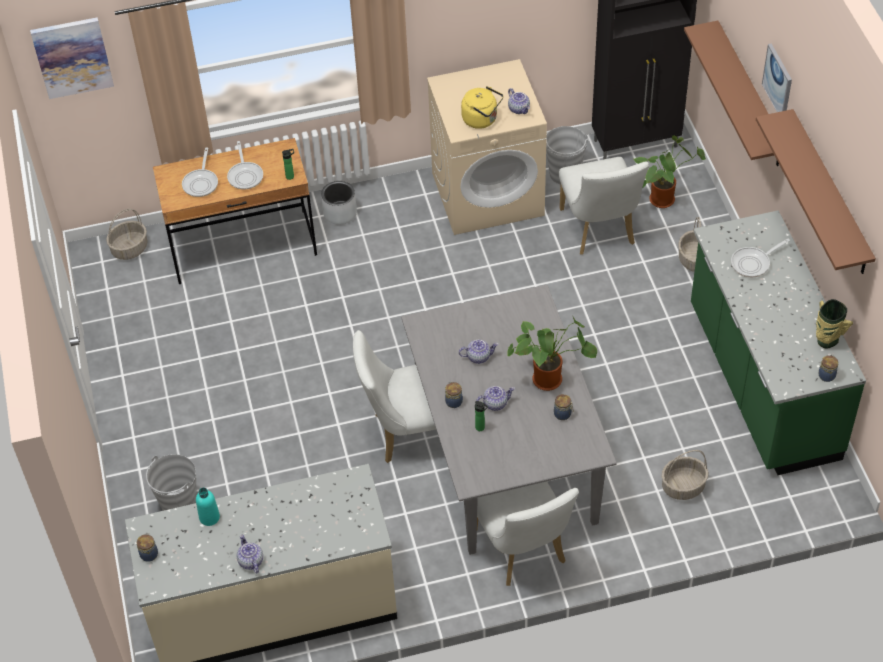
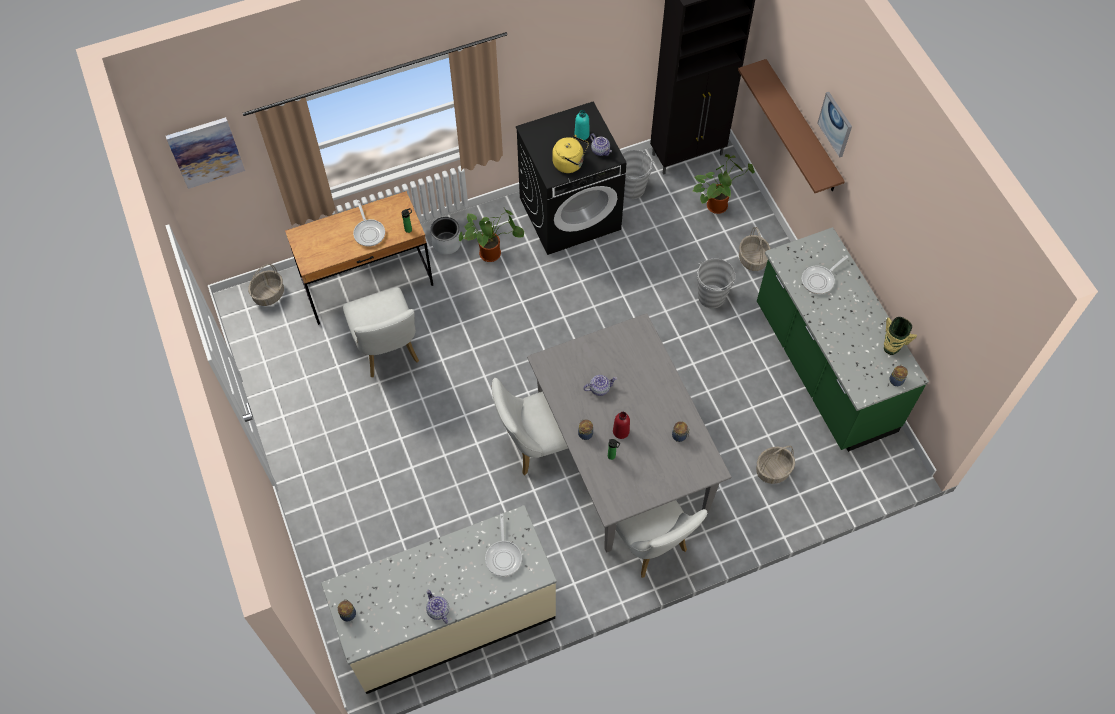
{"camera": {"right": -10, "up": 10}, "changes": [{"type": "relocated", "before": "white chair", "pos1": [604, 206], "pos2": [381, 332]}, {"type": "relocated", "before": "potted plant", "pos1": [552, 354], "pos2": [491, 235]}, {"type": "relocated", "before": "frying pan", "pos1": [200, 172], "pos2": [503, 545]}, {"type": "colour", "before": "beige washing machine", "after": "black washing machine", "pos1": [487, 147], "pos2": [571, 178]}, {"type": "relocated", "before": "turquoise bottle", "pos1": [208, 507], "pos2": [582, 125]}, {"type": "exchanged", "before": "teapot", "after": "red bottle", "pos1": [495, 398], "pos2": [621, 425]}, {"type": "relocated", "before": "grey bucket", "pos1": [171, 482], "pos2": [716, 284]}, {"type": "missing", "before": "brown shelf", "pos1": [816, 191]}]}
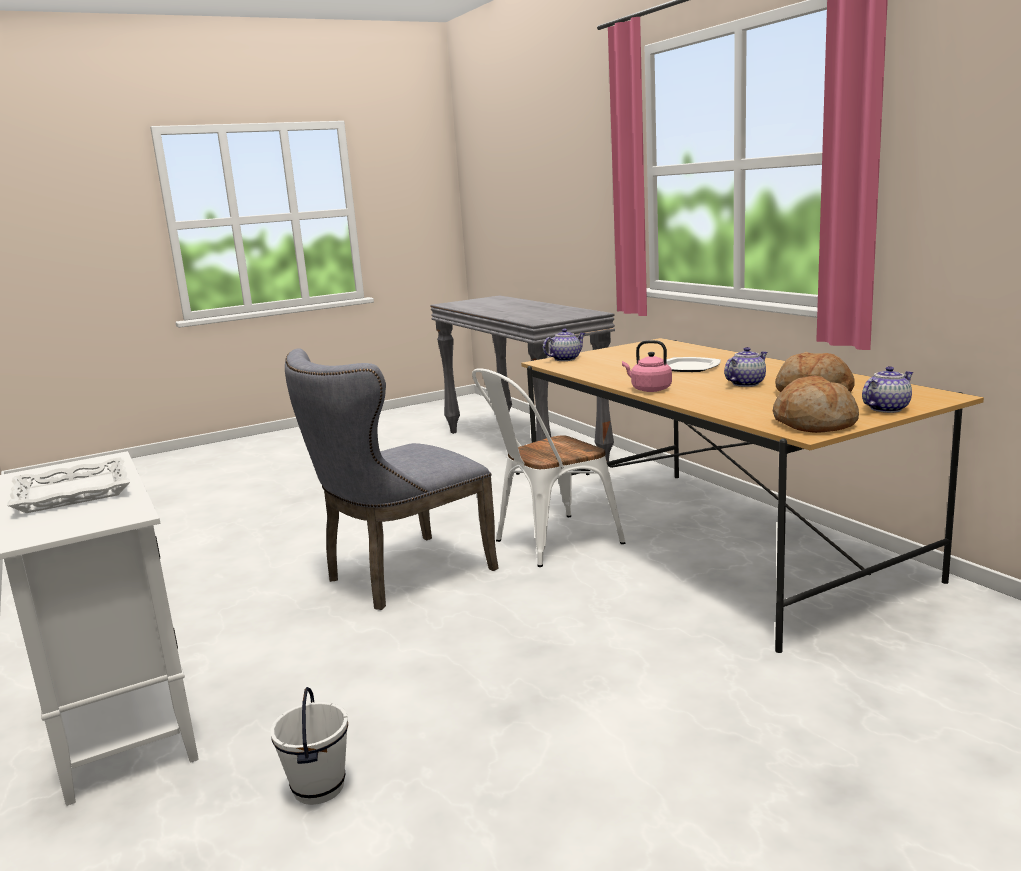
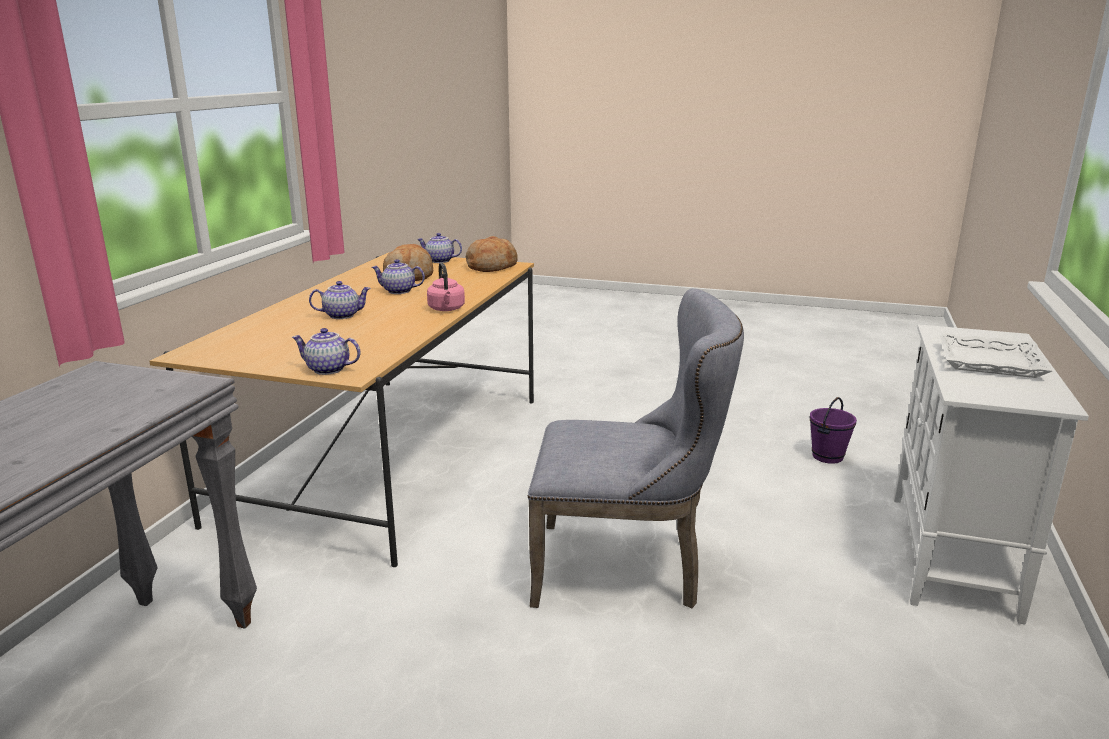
{"camera": {"right": -135, "up": 5}, "changes": [{"type": "exchanged", "before": "plate", "after": "teapot", "pos1": [693, 364], "pos2": [340, 300]}, {"type": "colour", "before": "white bucket", "after": "purple bucket", "pos1": [309, 746], "pos2": [833, 430]}, {"type": "missing", "before": "white chair", "pos1": [548, 467]}]}
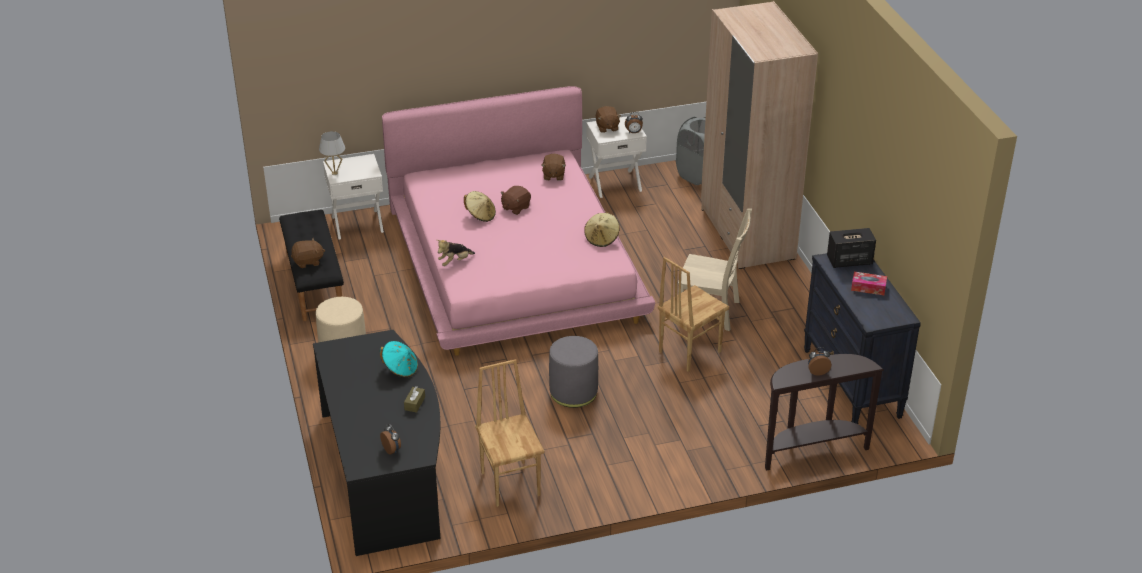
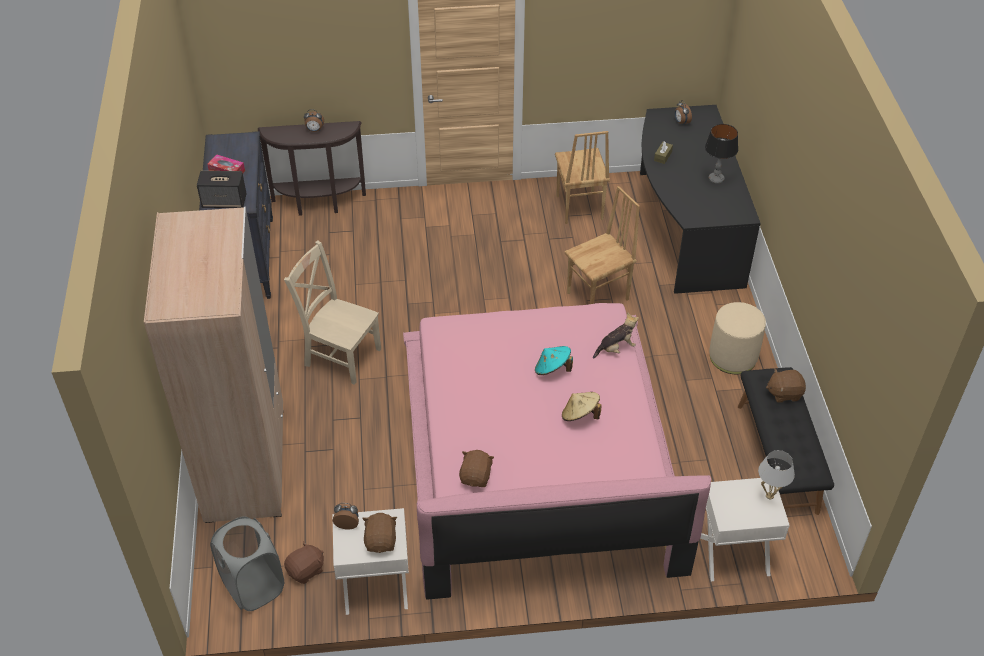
{"camera": {"right": -170, "up": 10}, "changes": [{"type": "relocated", "before": "brown plush toy", "pos1": [515, 200], "pos2": [304, 562]}, {"type": "relocated", "before": "turquoise hat", "pos1": [399, 359], "pos2": [554, 360]}, {"type": "relocated", "before": "brown chair", "pos1": [693, 314], "pos2": [602, 245]}, {"type": "appeared", "after": "table lamp", "pos2": [721, 154]}, {"type": "missing", "before": "grey ottoman", "pos1": [573, 372]}, {"type": "missing", "before": "beige hat", "pos1": [602, 229]}]}
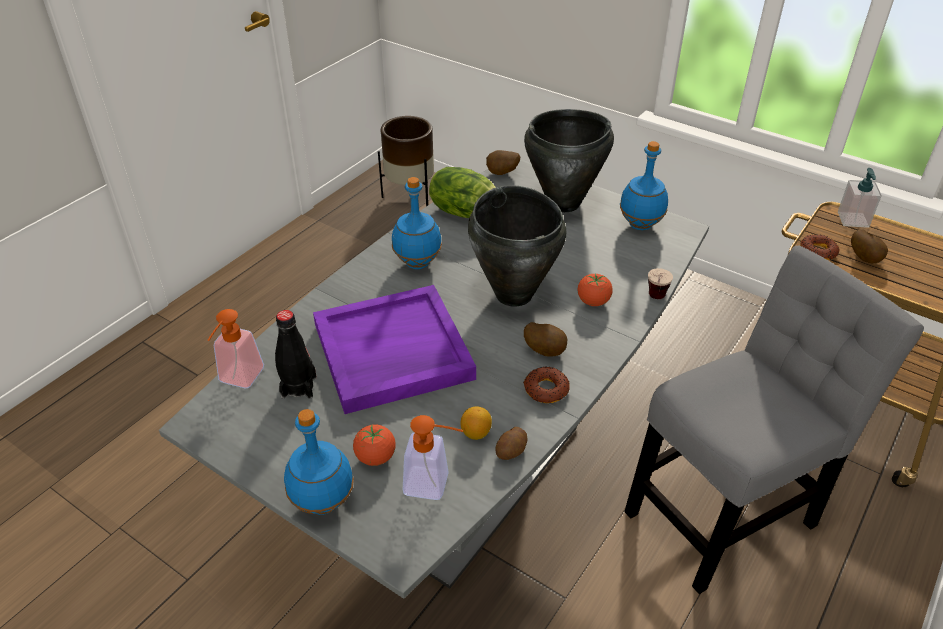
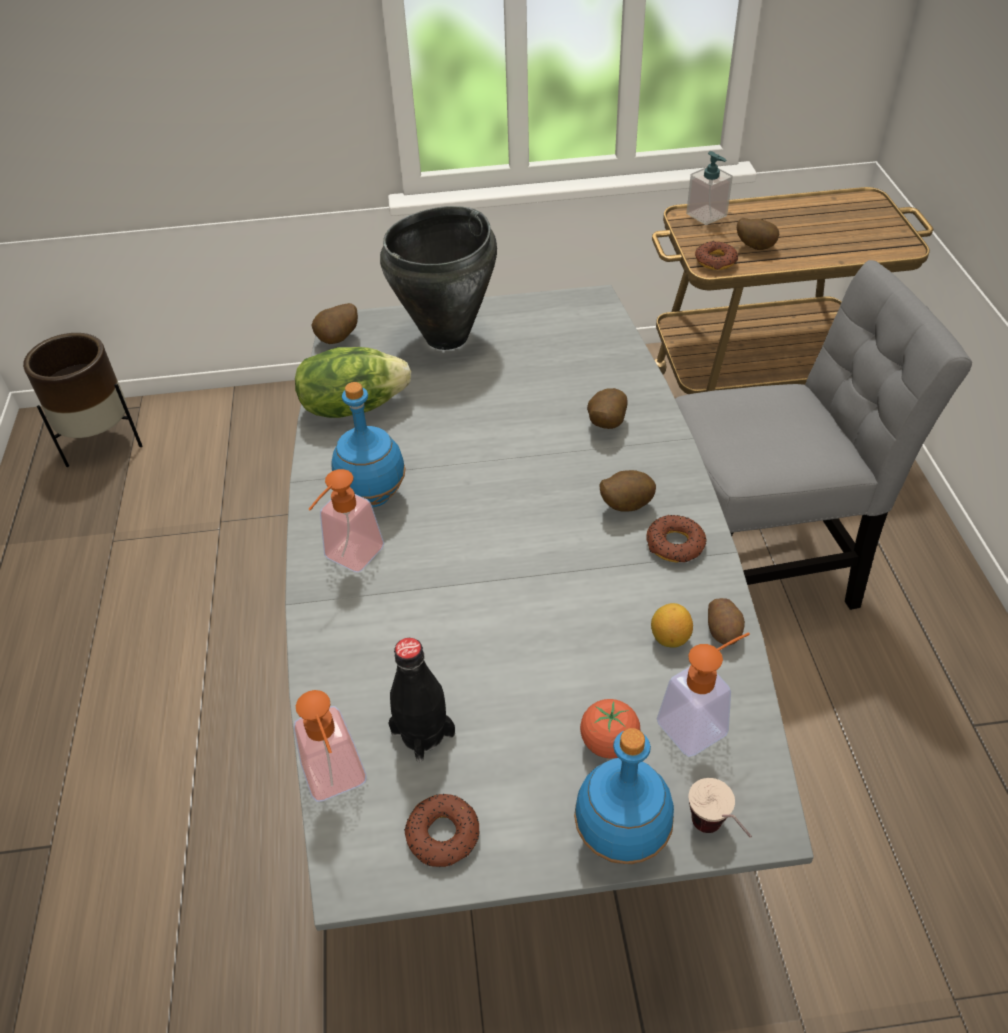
{"camera": {"right": -40, "up": 5}, "changes": [{"type": "appeared", "after": "soap dispenser", "pos2": [346, 521]}, {"type": "appeared", "after": "donut", "pos2": [441, 830]}, {"type": "exchanged", "before": "tomato", "after": "potato", "pos1": [595, 290], "pos2": [607, 408]}, {"type": "spun", "before": "grey chair", "pos1": [774, 419], "pos2": [823, 435], "turn": 60}, {"type": "relocated", "before": "cup", "pos1": [660, 283], "pos2": [720, 808]}, {"type": "missing", "before": "purple tray", "pos1": [394, 349]}, {"type": "missing", "before": "black cooking pot", "pos1": [517, 246]}, {"type": "missing", "before": "blue bottle", "pos1": [644, 185]}]}
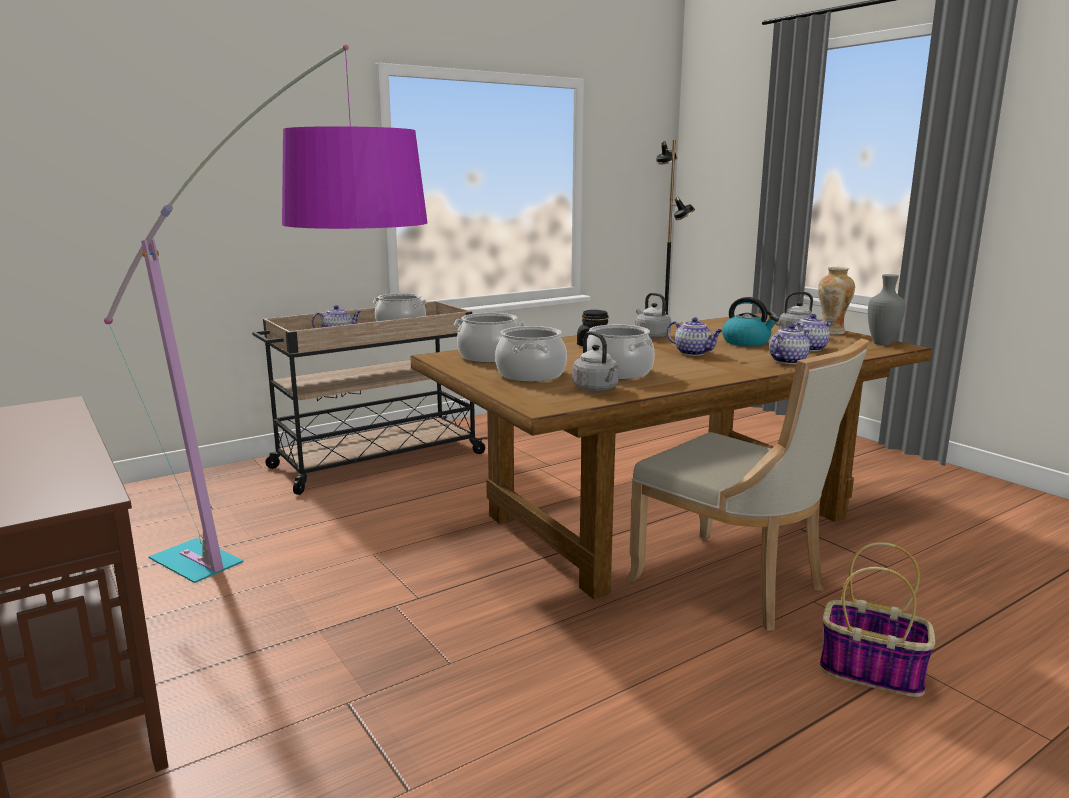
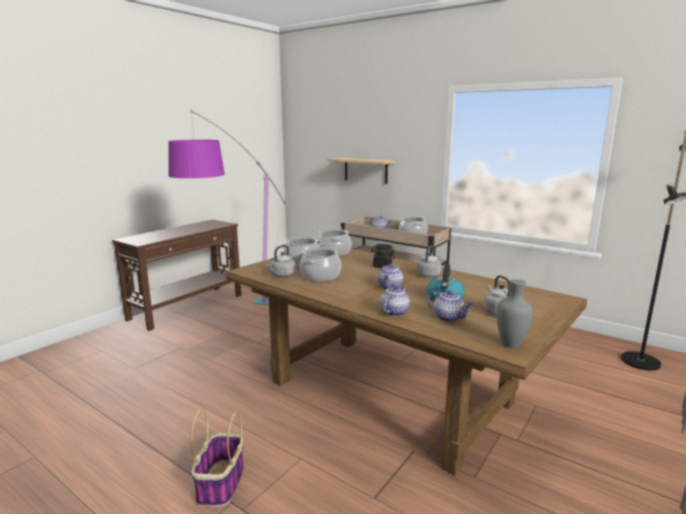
{"camera": {"right": 70, "up": 0}, "changes": [{"type": "appeared", "after": "shelf", "pos2": [361, 171]}, {"type": "spun", "before": "teapot", "pos1": [789, 344], "pos2": [395, 300], "turn": -90}, {"type": "missing", "before": "beige chair", "pos1": [748, 484]}, {"type": "missing", "before": "vase", "pos1": [836, 301]}]}
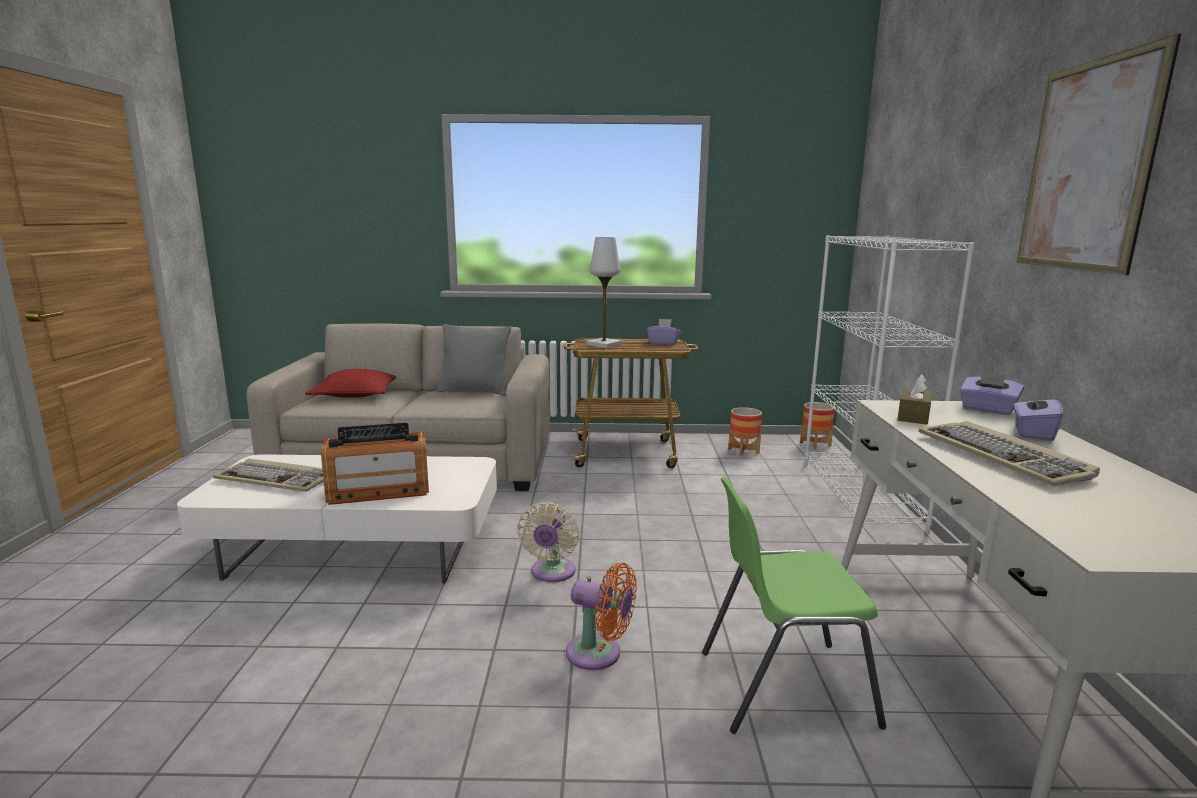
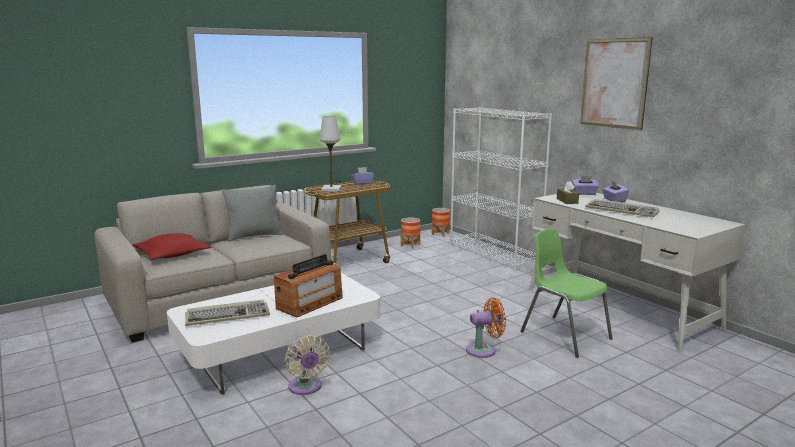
{"camera": {"right": -35, "up": 0}, "changes": [{"type": "relocated", "before": "beige fan", "pos1": [548, 542], "pos2": [307, 365]}, {"type": "spun", "before": "green chair", "pos1": [794, 605], "pos2": [566, 293], "turn": 90}]}
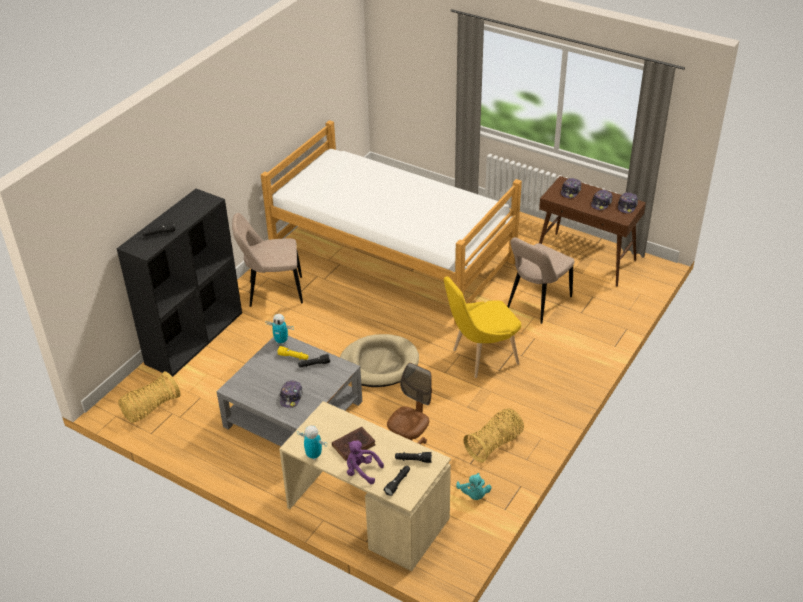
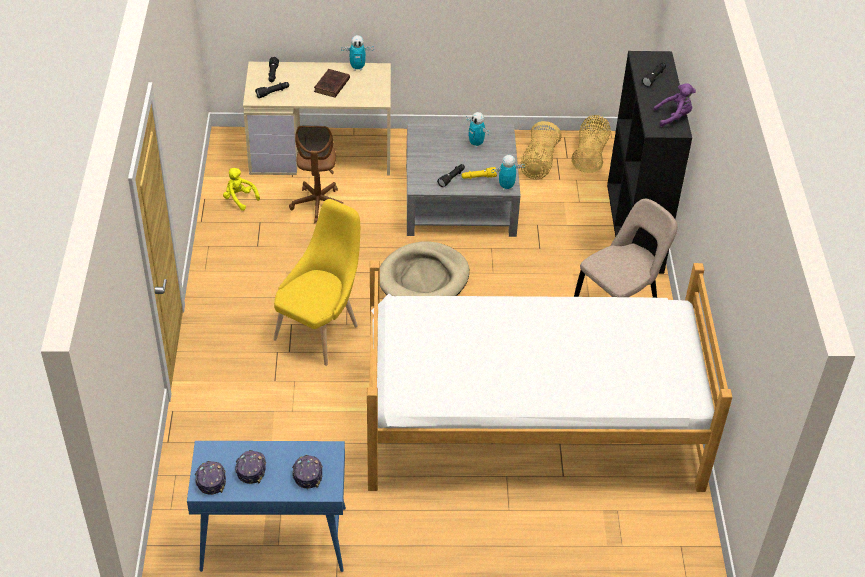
{"camera": {"right": 145, "up": 5}, "changes": [{"type": "colour", "before": "brown console table", "after": "blue console table", "pos1": [592, 231], "pos2": [266, 506]}, {"type": "colour", "before": "turquoise plush toy", "after": "yellow plush toy", "pos1": [473, 486], "pos2": [241, 189]}, {"type": "appeared", "after": "toy robot", "pos2": [477, 130]}, {"type": "relocated", "before": "basket", "pos1": [493, 435], "pos2": [541, 150]}, {"type": "relocated", "before": "purple plush toy", "pos1": [365, 462], "pos2": [674, 105]}, {"type": "missing", "before": "cap", "pos1": [291, 394]}, {"type": "missing", "before": "beige chair", "pos1": [541, 280]}]}
